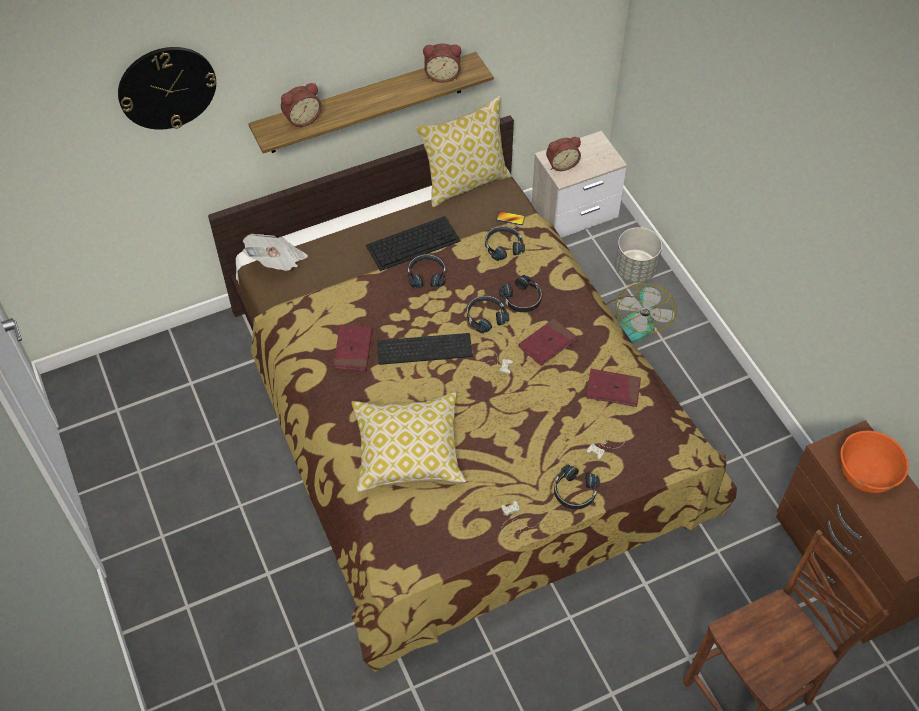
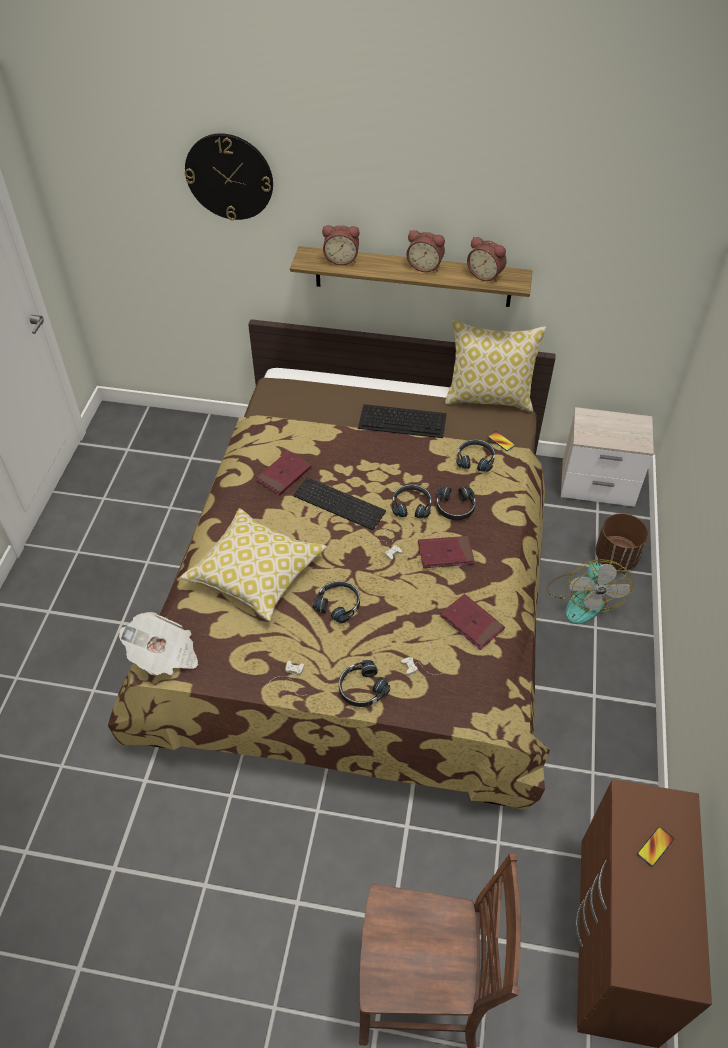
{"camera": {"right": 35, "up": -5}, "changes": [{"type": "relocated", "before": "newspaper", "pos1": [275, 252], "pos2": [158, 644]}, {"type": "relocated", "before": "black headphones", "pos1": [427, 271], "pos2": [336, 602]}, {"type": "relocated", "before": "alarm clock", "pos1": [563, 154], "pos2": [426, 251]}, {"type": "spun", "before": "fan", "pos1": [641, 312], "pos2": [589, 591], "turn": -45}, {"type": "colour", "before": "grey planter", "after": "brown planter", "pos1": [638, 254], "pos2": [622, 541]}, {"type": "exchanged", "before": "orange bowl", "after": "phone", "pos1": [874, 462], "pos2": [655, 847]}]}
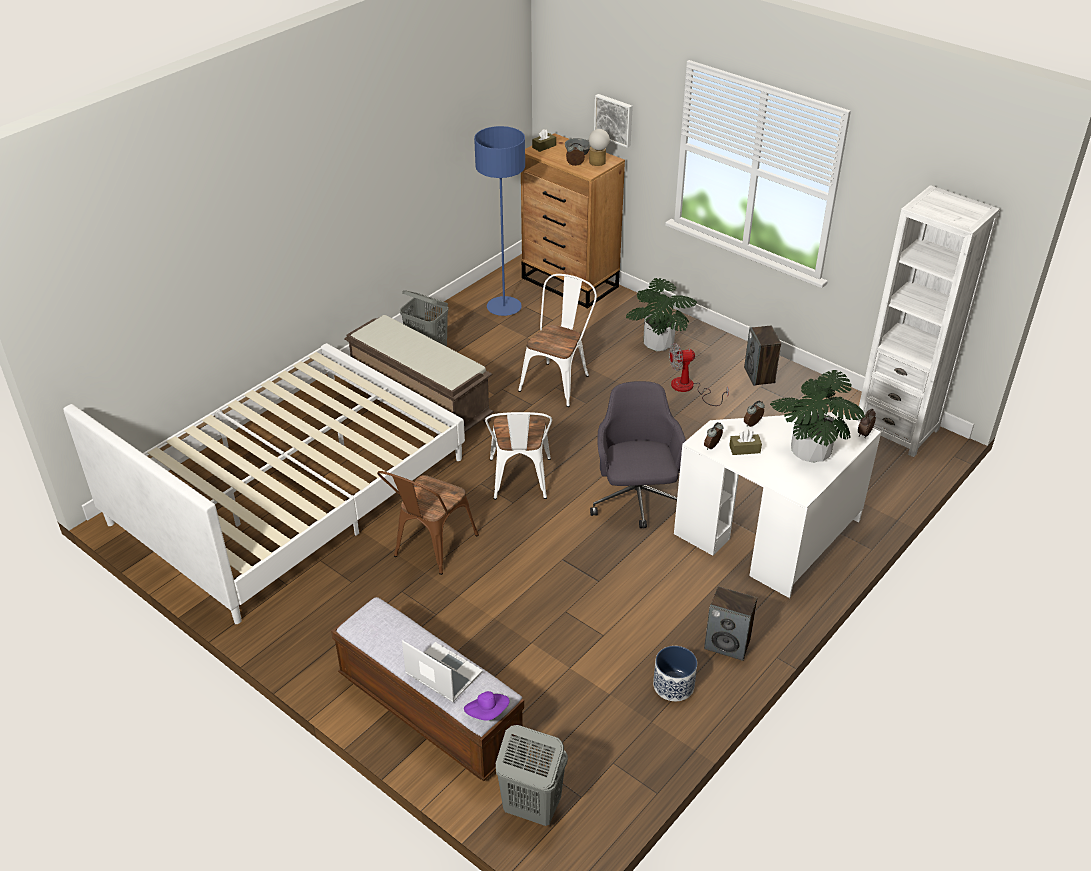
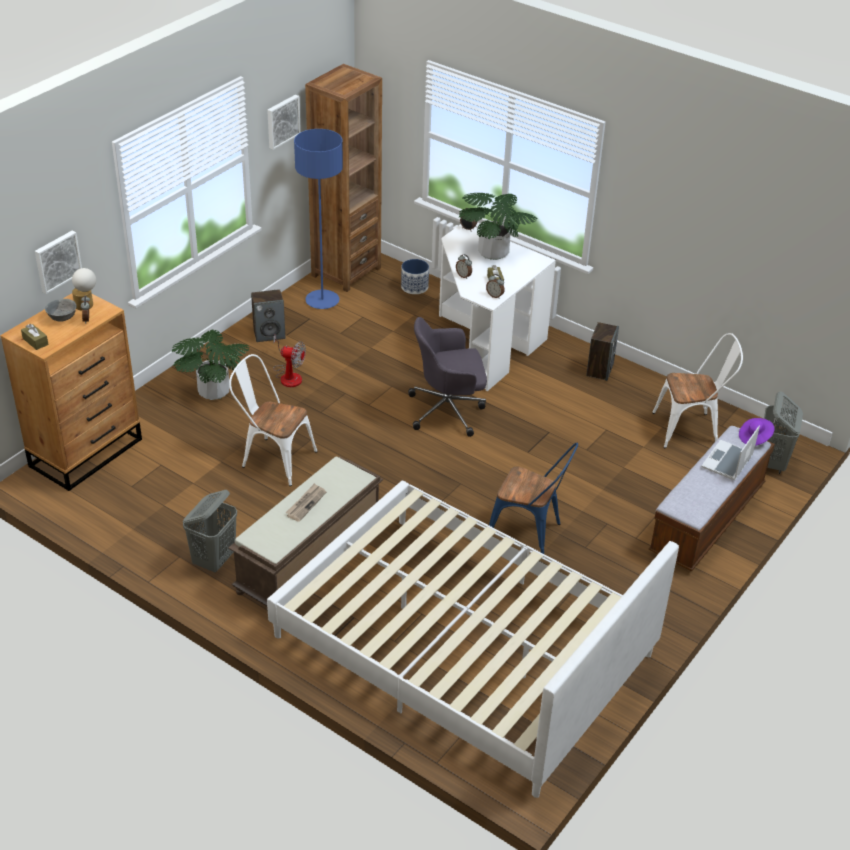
{"camera": {"right": -95, "up": 0}, "changes": [{"type": "appeared", "after": "picture", "pos2": [284, 122]}, {"type": "spun", "before": "fan", "pos1": [699, 374], "pos2": [289, 360], "turn": -60}, {"type": "appeared", "after": "newspaper", "pos2": [306, 502]}, {"type": "relocated", "before": "blue floor lamp", "pos1": [499, 221], "pos2": [318, 219]}, {"type": "colour", "before": "white bookcase", "after": "brown bookcase", "pos1": [928, 321], "pos2": [343, 178]}, {"type": "relocated", "before": "planter", "pos1": [675, 673], "pos2": [415, 276]}, {"type": "colour", "before": "brown chair", "after": "blue chair", "pos1": [428, 523], "pos2": [533, 498]}, {"type": "relocated", "before": "white chair", "pos1": [518, 456], "pos2": [697, 390]}]}
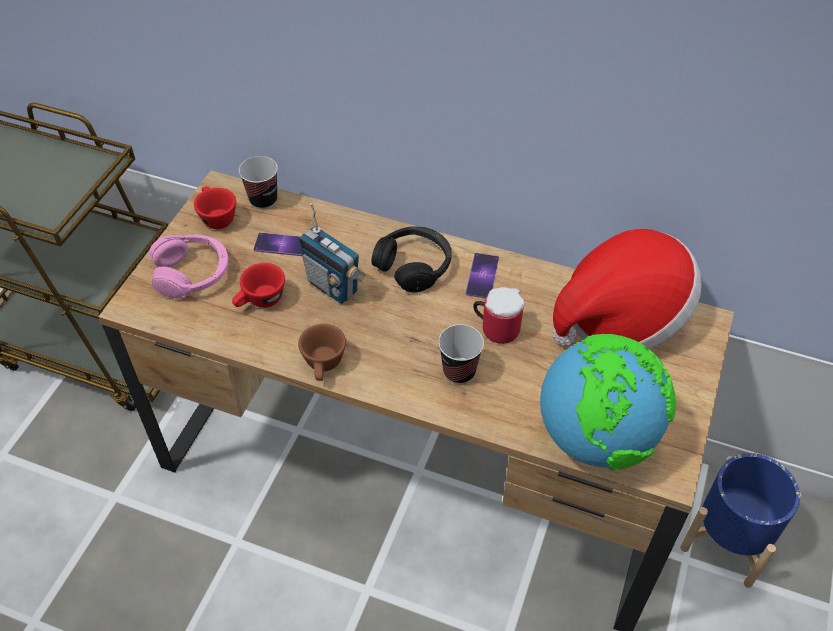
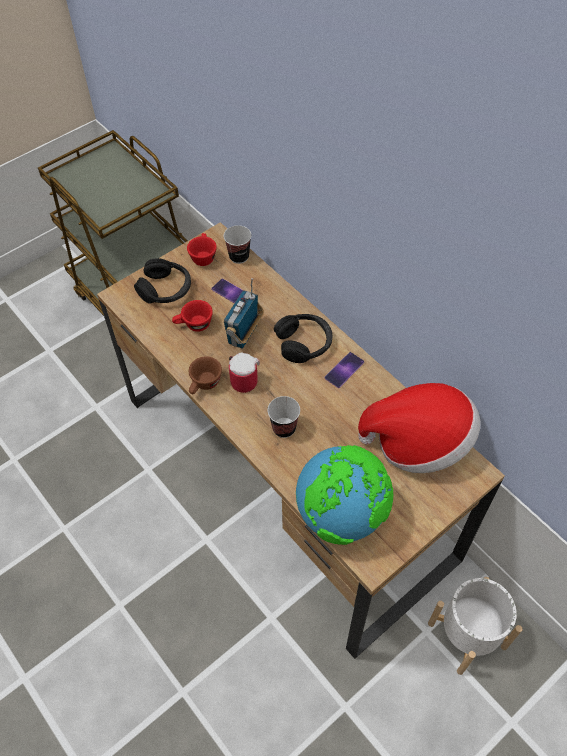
{"camera": {"right": 30, "up": 5}, "changes": [{"type": "colour", "before": "pink headphones", "after": "black headphones", "pos1": [189, 267], "pos2": [162, 280]}, {"type": "spun", "before": "radio", "pos1": [332, 253], "pos2": [244, 313], "turn": 45}, {"type": "relocated", "before": "mug", "pos1": [499, 315], "pos2": [244, 372]}, {"type": "colour", "before": "blue planter", "after": "white planter", "pos1": [741, 520], "pos2": [475, 626]}]}
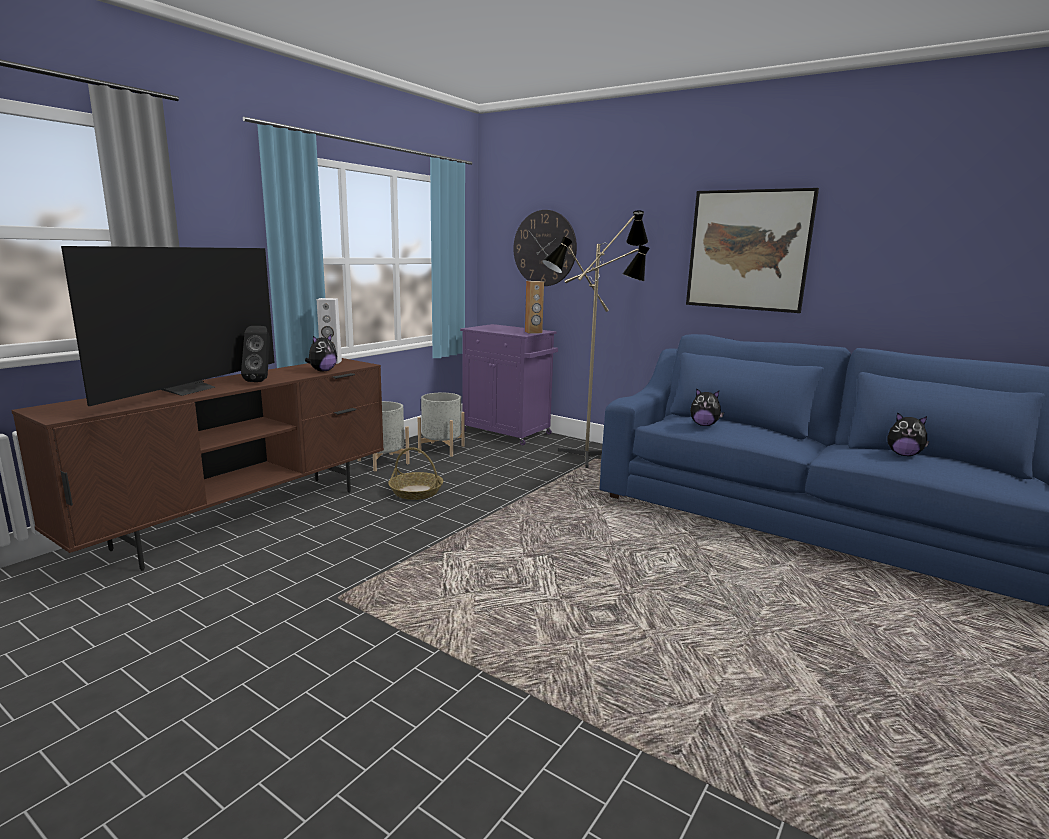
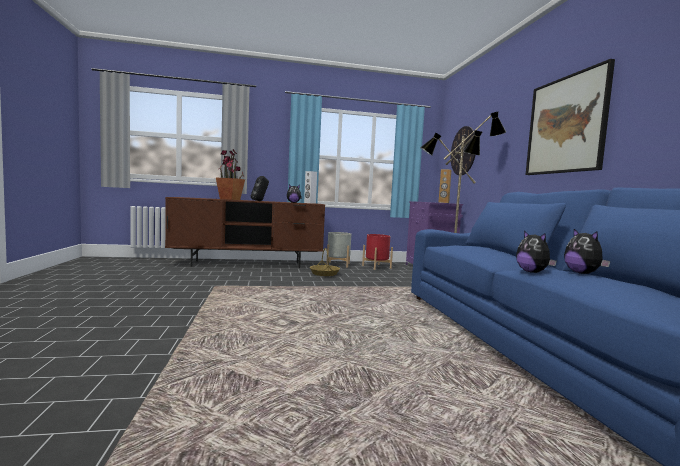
{"camera": {"right": 45, "up": -10}, "changes": [{"type": "exchanged", "before": "television", "after": "potted plant", "pos1": [168, 326], "pos2": [230, 174]}, {"type": "colour", "before": "grey planter", "after": "red planter", "pos1": [441, 425], "pos2": [377, 252]}, {"type": "relocated", "before": "plush toy", "pos1": [707, 407], "pos2": [536, 251]}]}
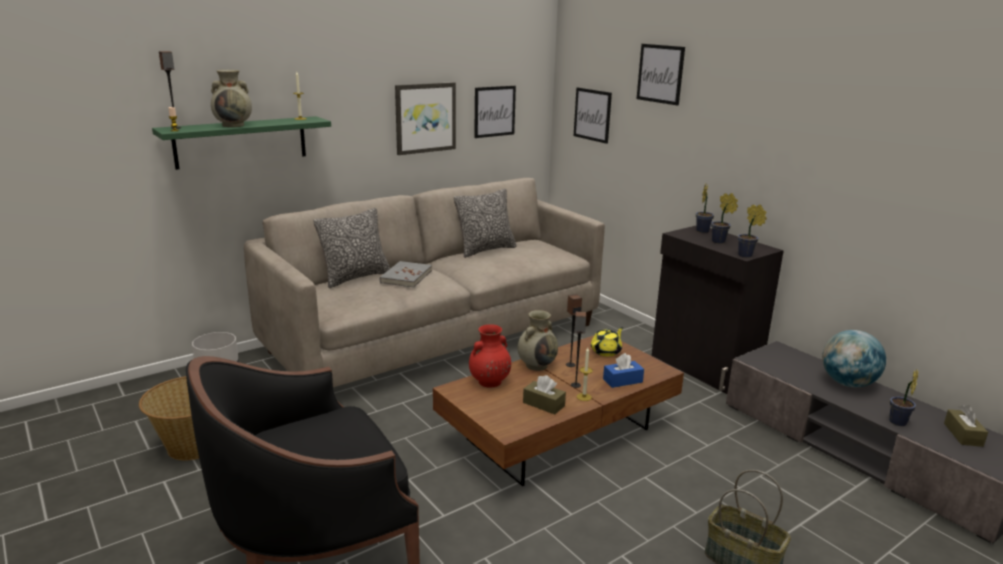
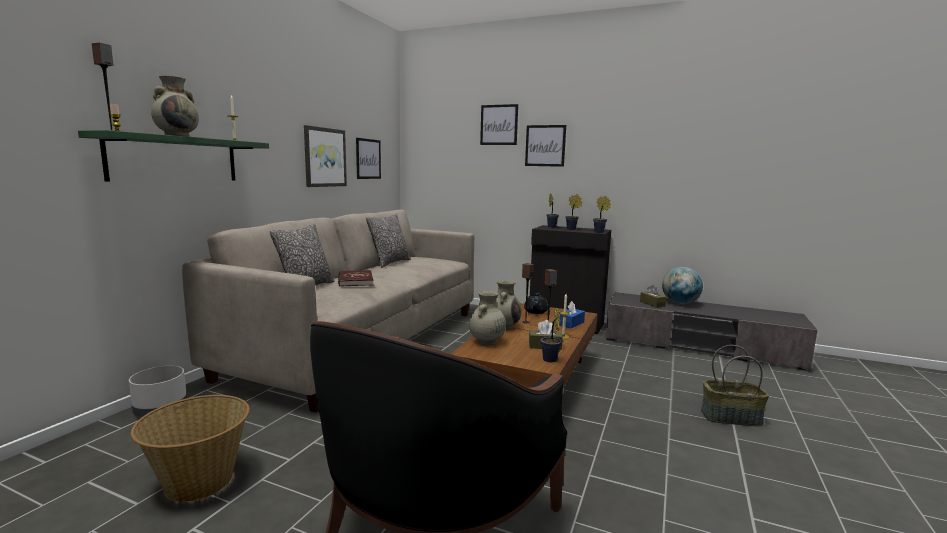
{"camera": {"right": -30, "up": -10}, "changes": [{"type": "colour", "before": "grey book", "after": "red book", "pos1": [406, 274], "pos2": [355, 278]}, {"type": "colour", "before": "red vase", "after": "beige vase", "pos1": [490, 356], "pos2": [487, 318]}, {"type": "colour", "before": "yellow teapot", "after": "black teapot", "pos1": [607, 342], "pos2": [536, 303]}, {"type": "relocated", "before": "picture", "pos1": [593, 116], "pos2": [545, 146]}, {"type": "relocated", "before": "potted plant", "pos1": [903, 397], "pos2": [551, 334]}, {"type": "relocated", "before": "brown tissue box", "pos1": [966, 426], "pos2": [653, 296]}]}
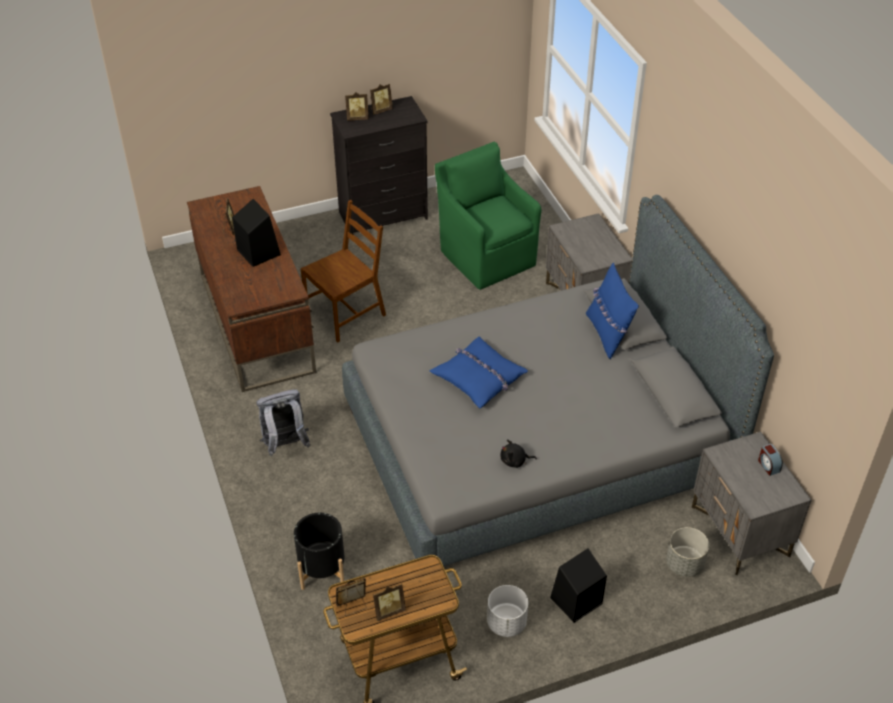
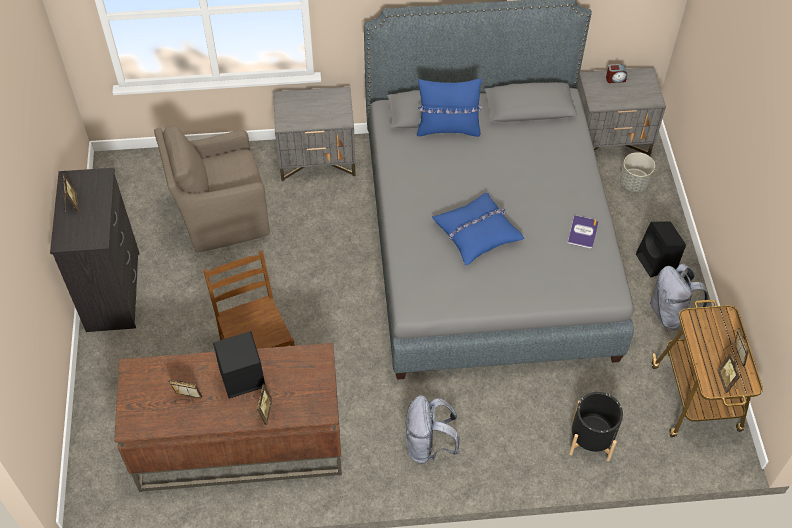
{"camera": {"right": -75, "up": 10}, "changes": [{"type": "colour", "before": "green armchair", "after": "brown armchair", "pos1": [488, 216], "pos2": [212, 189]}, {"type": "relocated", "before": "picture frame", "pos1": [357, 106], "pos2": [263, 404]}, {"type": "exchanged", "before": "black plush toy", "after": "book", "pos1": [518, 454], "pos2": [583, 231]}, {"type": "exchanged", "before": "white planter", "after": "grey backpack", "pos1": [507, 611], "pos2": [679, 297]}]}
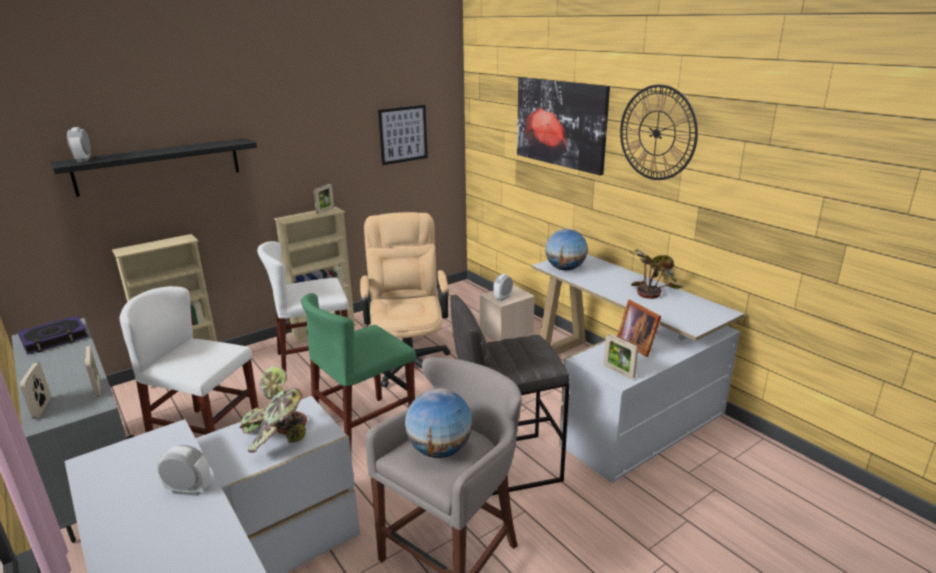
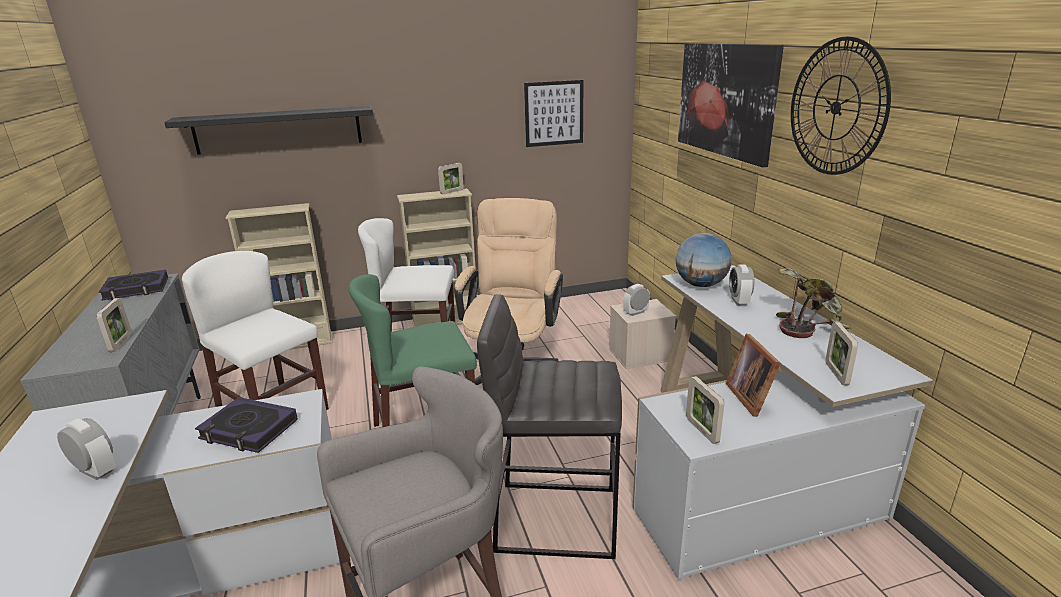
{"camera": {"right": 20, "up": 0}, "changes": [{"type": "exchanged", "before": "potted plant", "after": "book", "pos1": [273, 409], "pos2": [246, 425]}, {"type": "relocated", "before": "alarm clock", "pos1": [79, 144], "pos2": [741, 285]}, {"type": "relocated", "before": "picture frame", "pos1": [35, 391], "pos2": [841, 353]}, {"type": "missing", "before": "globe", "pos1": [439, 423]}]}
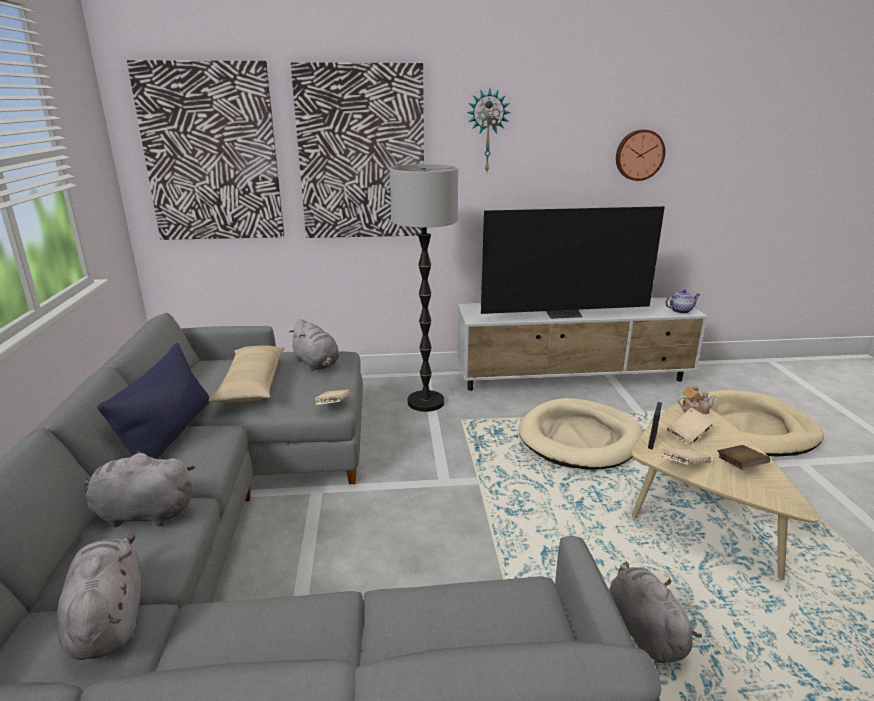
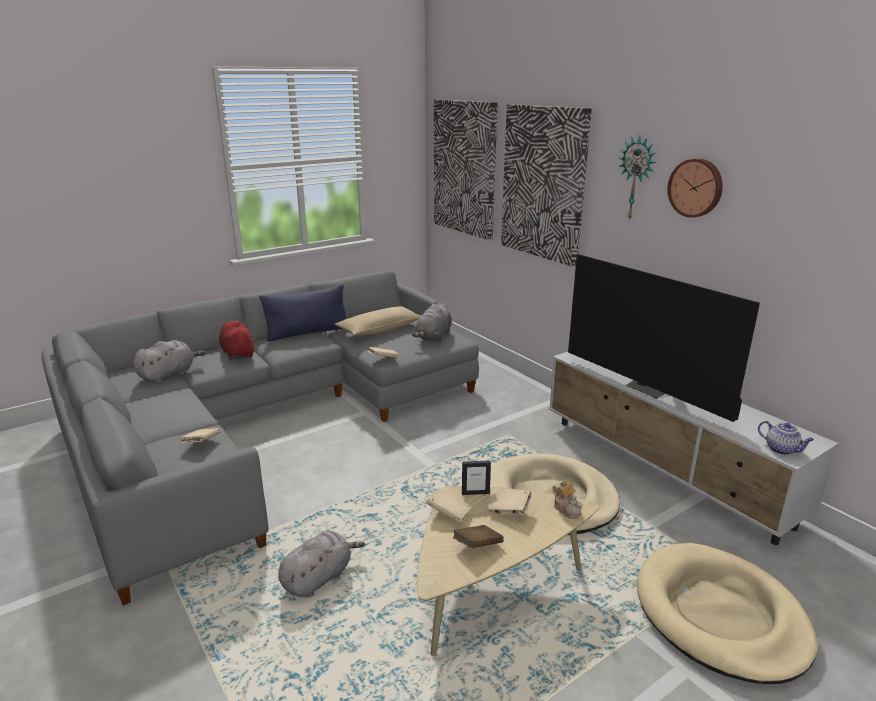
{"camera": {"right": 60, "up": 0}, "changes": [{"type": "appeared", "after": "beige book", "pos2": [200, 436]}, {"type": "colour", "before": "grey plush toy", "after": "red plush toy", "pos1": [140, 489], "pos2": [236, 340]}, {"type": "relocated", "before": "wall clock", "pos1": [640, 155], "pos2": [695, 188]}, {"type": "missing", "before": "floor lamp", "pos1": [424, 288]}]}
